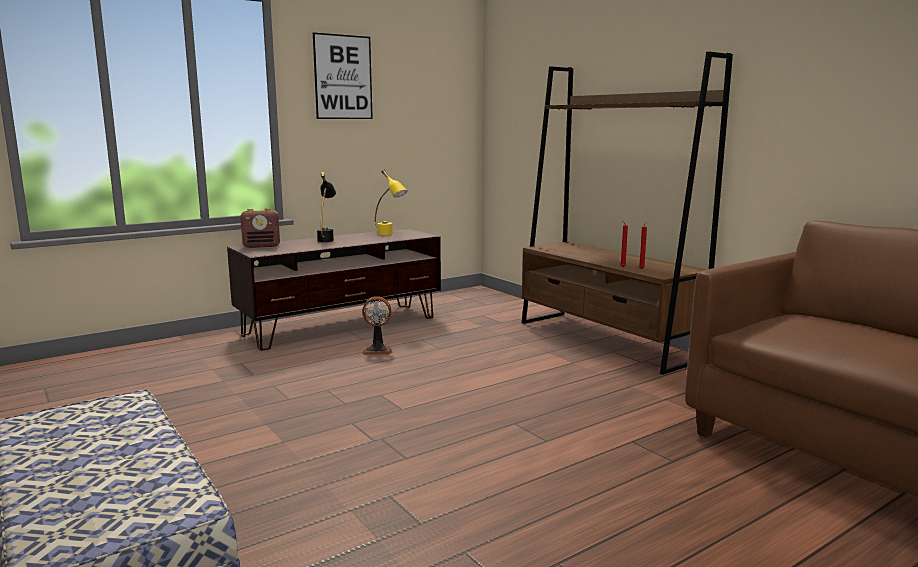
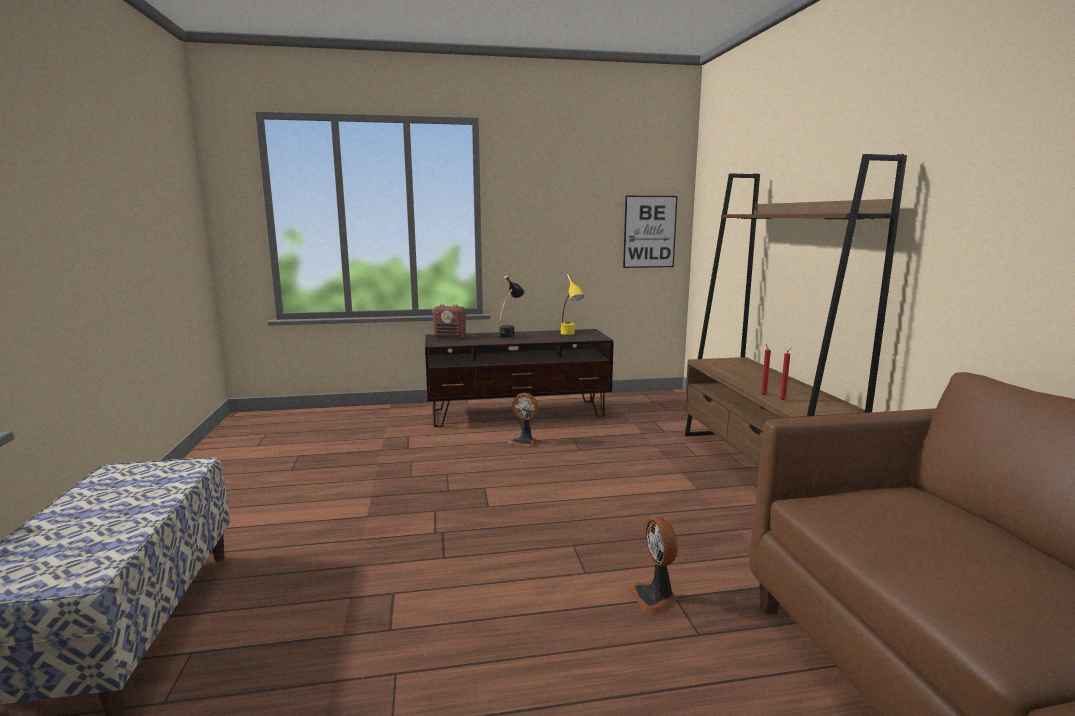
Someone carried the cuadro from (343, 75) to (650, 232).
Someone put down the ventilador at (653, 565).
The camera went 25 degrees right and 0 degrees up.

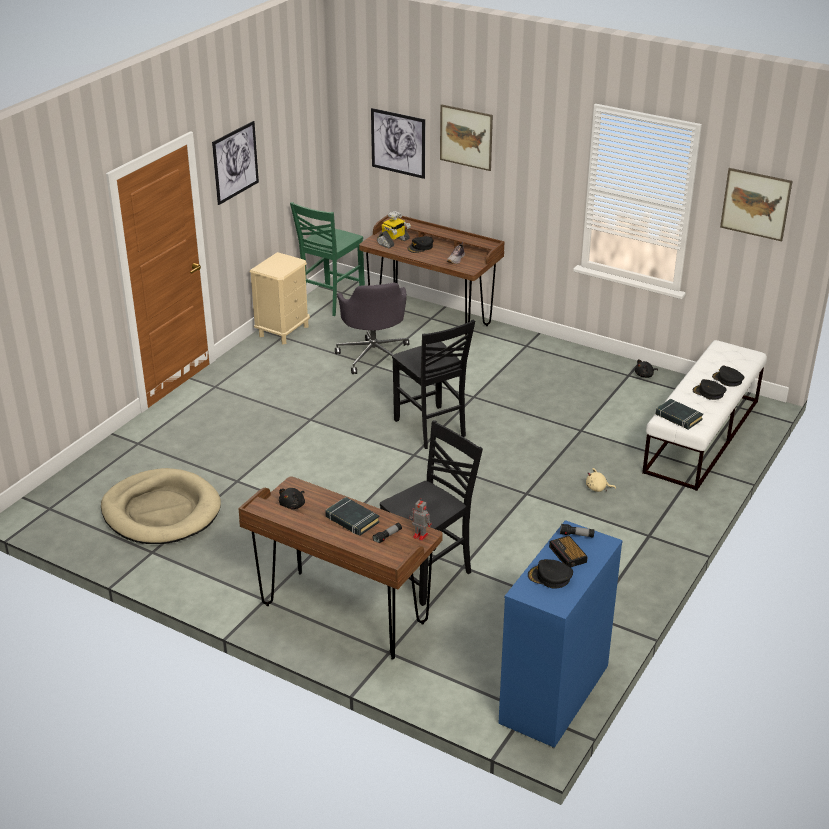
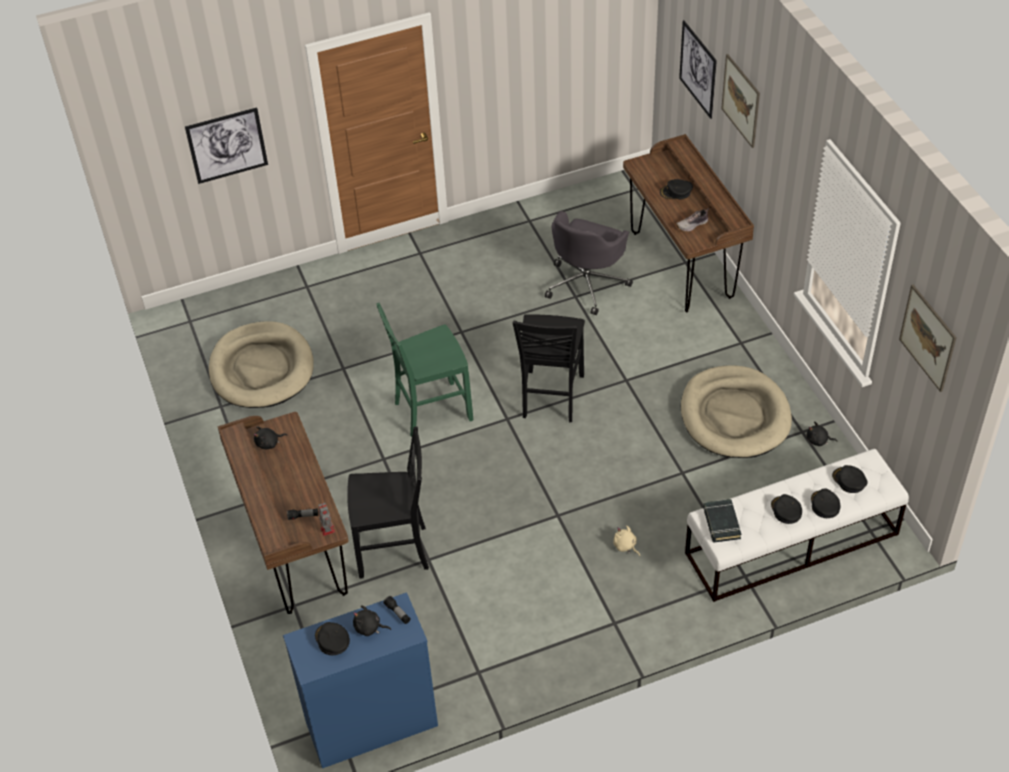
Someone carried the cuadro from (235, 163) to (226, 145).
Someone carried the silla (verde) from (327, 259) to (424, 370).
Someone took away the robot de juguete at (394, 229).
Someone took away the mesita de noche (beis) at (280, 298).
Someone took away the libro (negro) at (352, 516).
Someone swapped the despertador at (568, 551) for the peluche (negro) at (372, 621).
Someone put down the cama para perro (beis) at (736, 411).
Someone put down the gorra (negro) at (850, 479).
The camera went 40 degrees right and 15 degrees up.

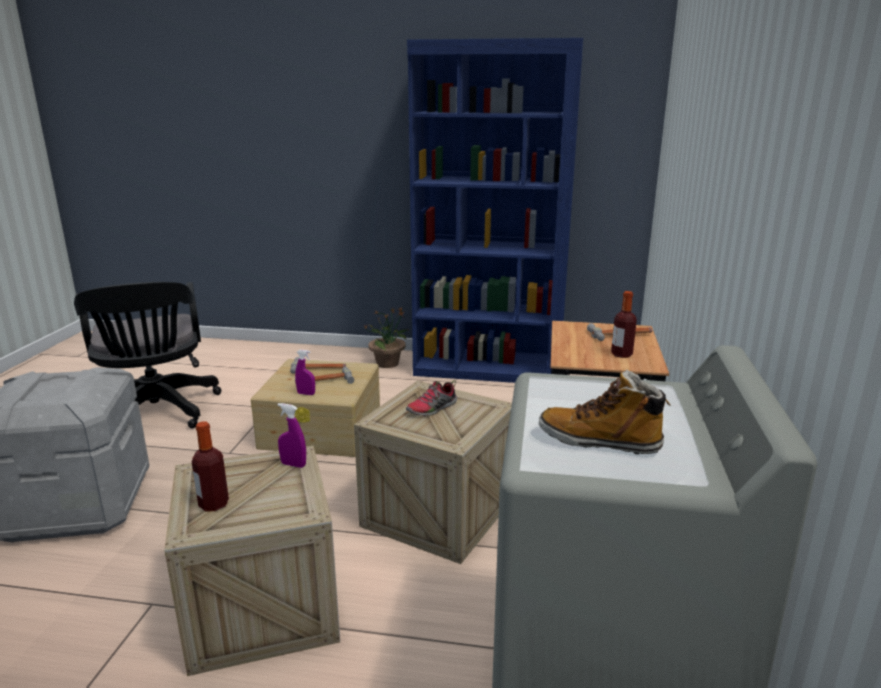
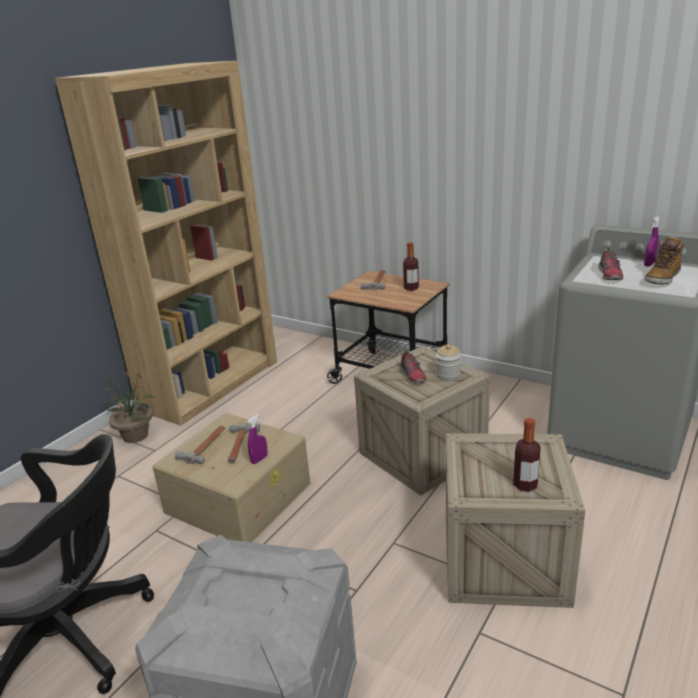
Someone repainted the estantería (azul) at (495, 210), which became the estantería (marrón) at (166, 243).
Someone carried the pulverizador (morado) from (292, 435) to (652, 241).
Someone put down the zapato at (611, 264).
Someone put down the tarro at (448, 362).
The camera went 65 degrees left and 5 degrees up.

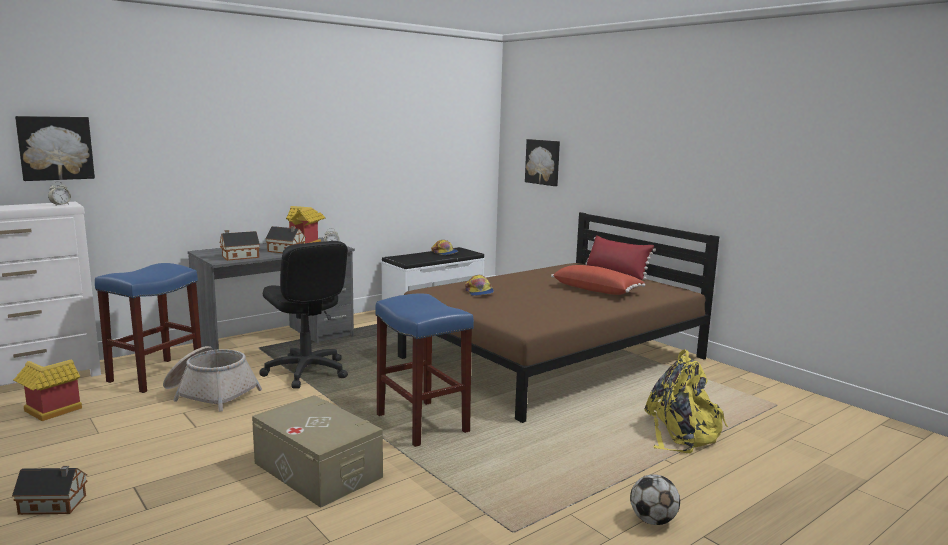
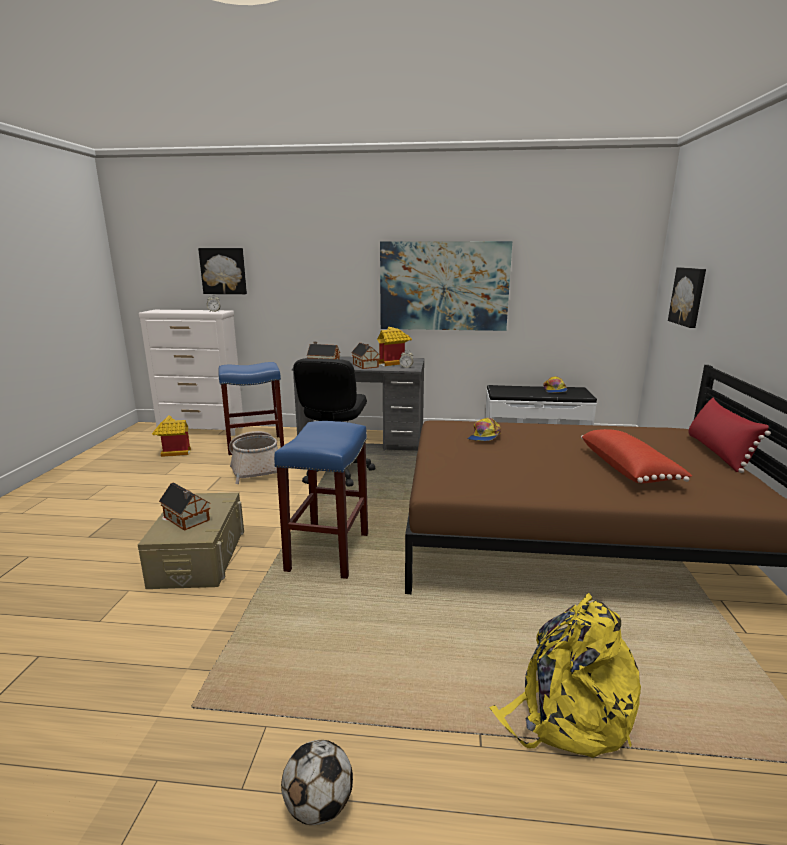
Someone carried the casita from (49, 490) to (185, 507).
Someone put up the cuadro at (446, 286).
The camera went 45 degrees right and 5 degrees up.

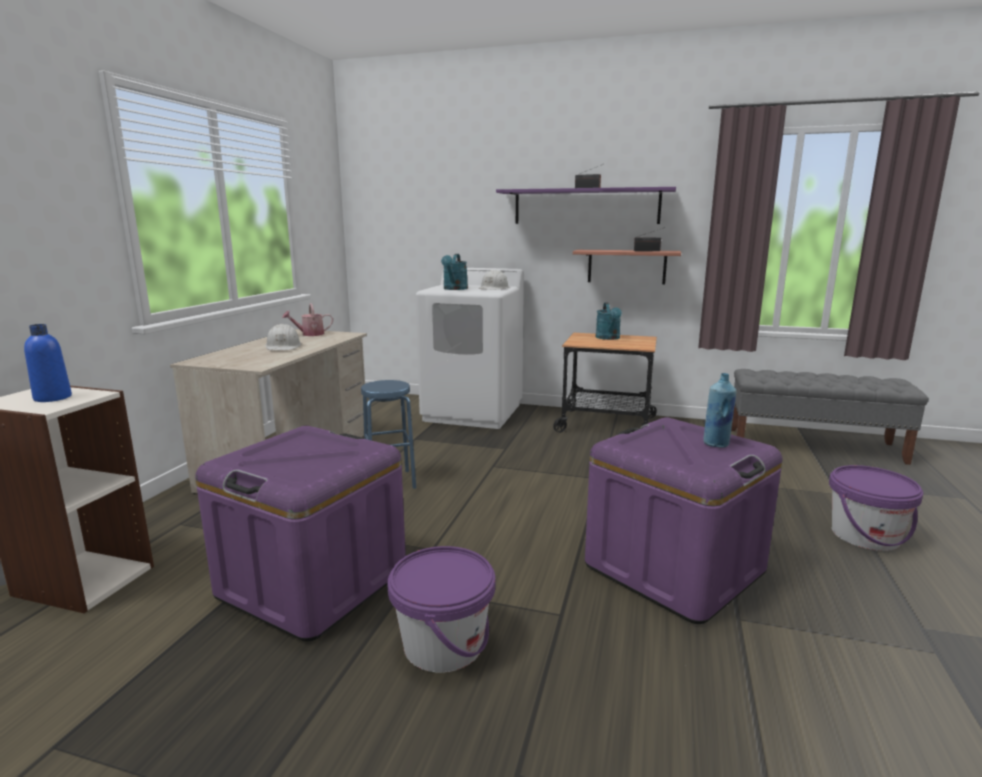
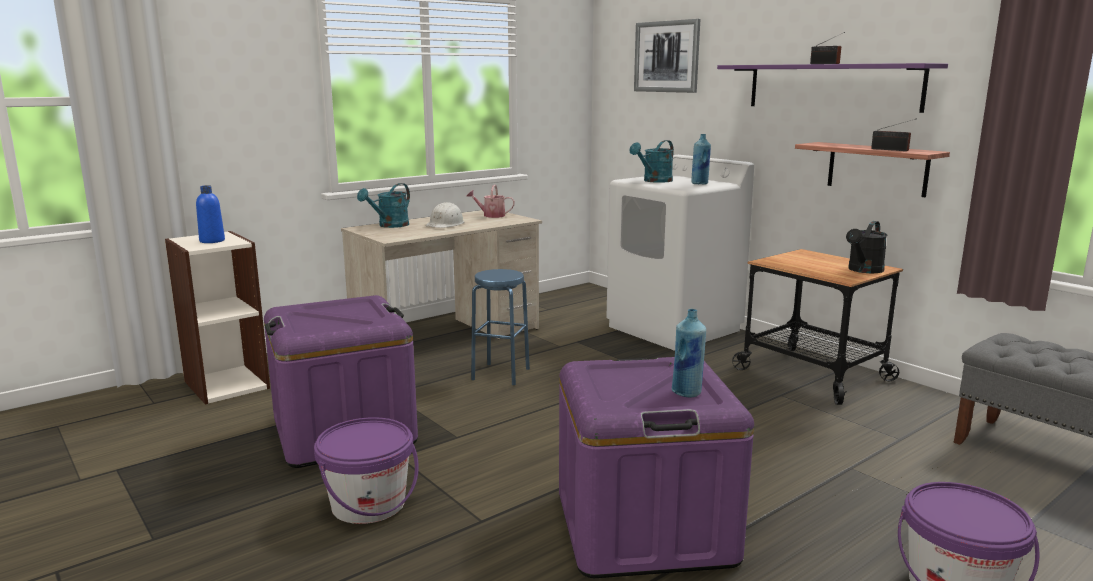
Someone swapped the casco (blanco) at (493, 280) for the botella (azul) at (701, 159).
Someone carried the regadera (turquesa) from (609, 321) to (383, 205).
Someone put up the cuadro at (667, 56).
Someone put down the regadera (negro) at (866, 247).
The camera went 35 degrees right and 0 degrees up.

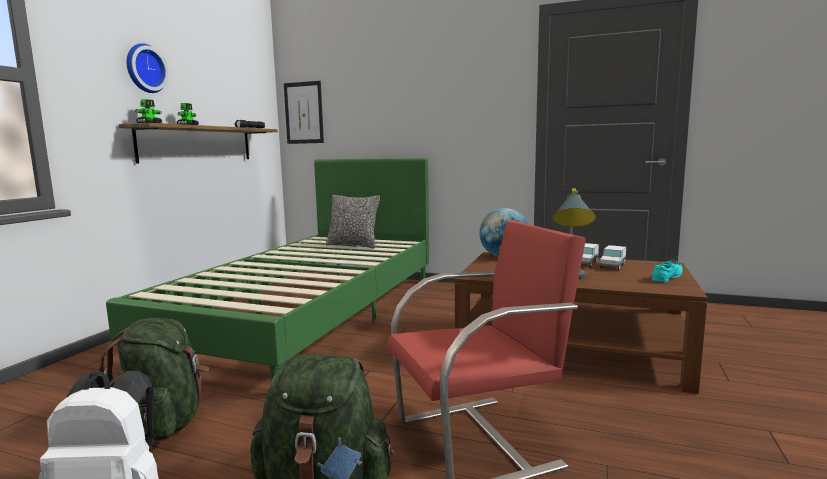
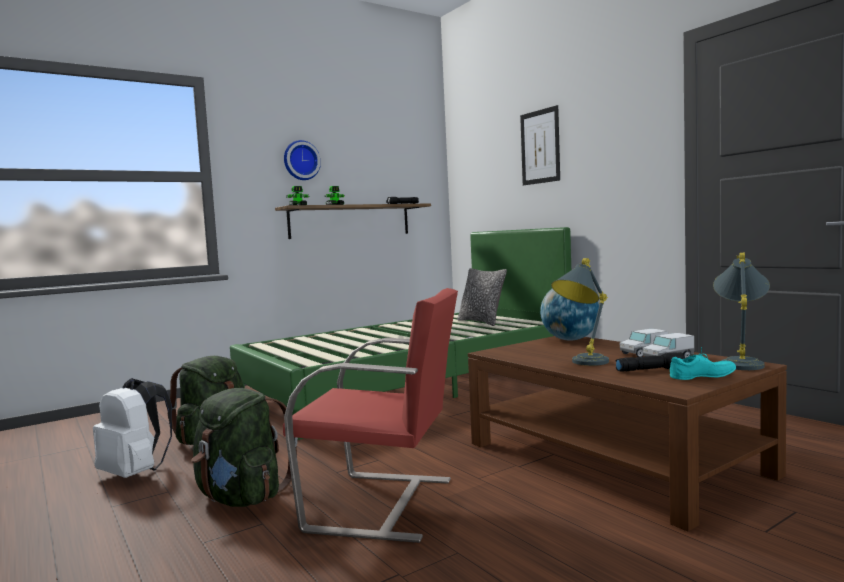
Someone carried the cuadro from (304, 112) to (540, 145).
Someone put down the lámpara de mesa (gris) at (741, 311).
Someone put down the linterna (negro) at (650, 362).
The camera went 35 degrees right and 5 degrees down.

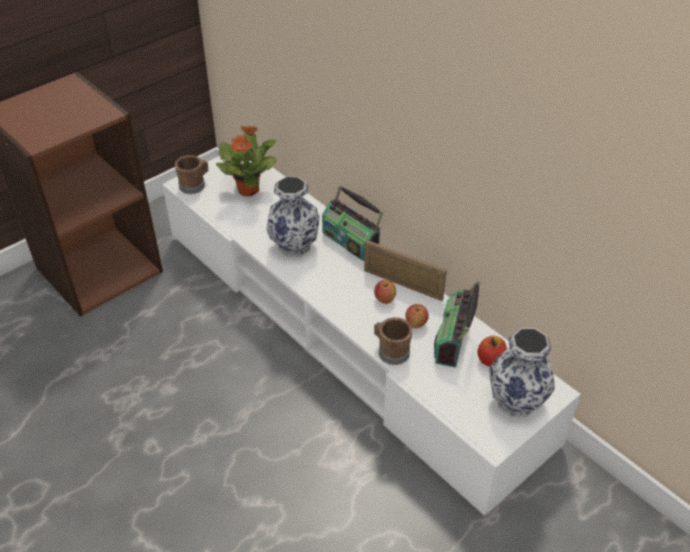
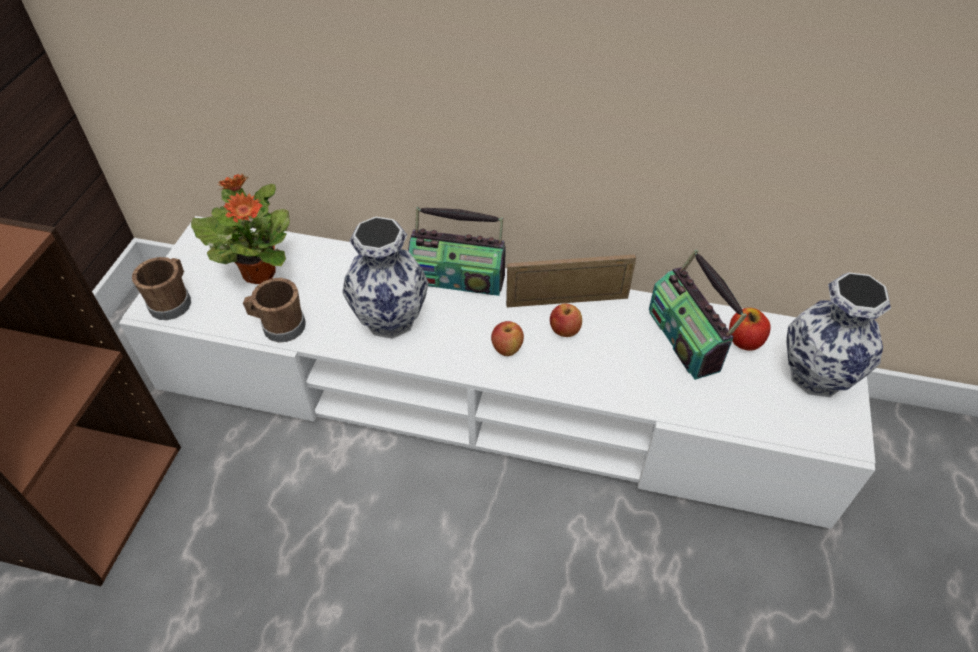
Someone carried the manzana from (417, 316) to (507, 338).
Someone carried the taza grande (marrón) from (393, 341) to (274, 310).
The camera went 35 degrees left and 5 degrees up.

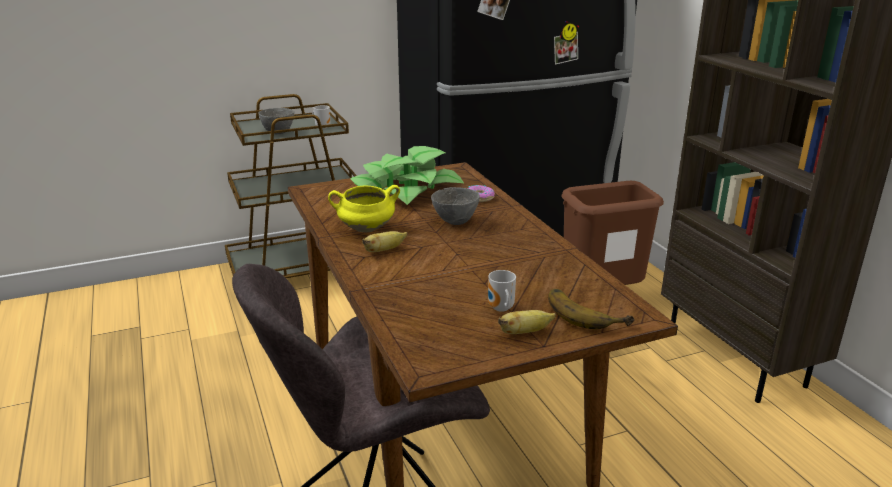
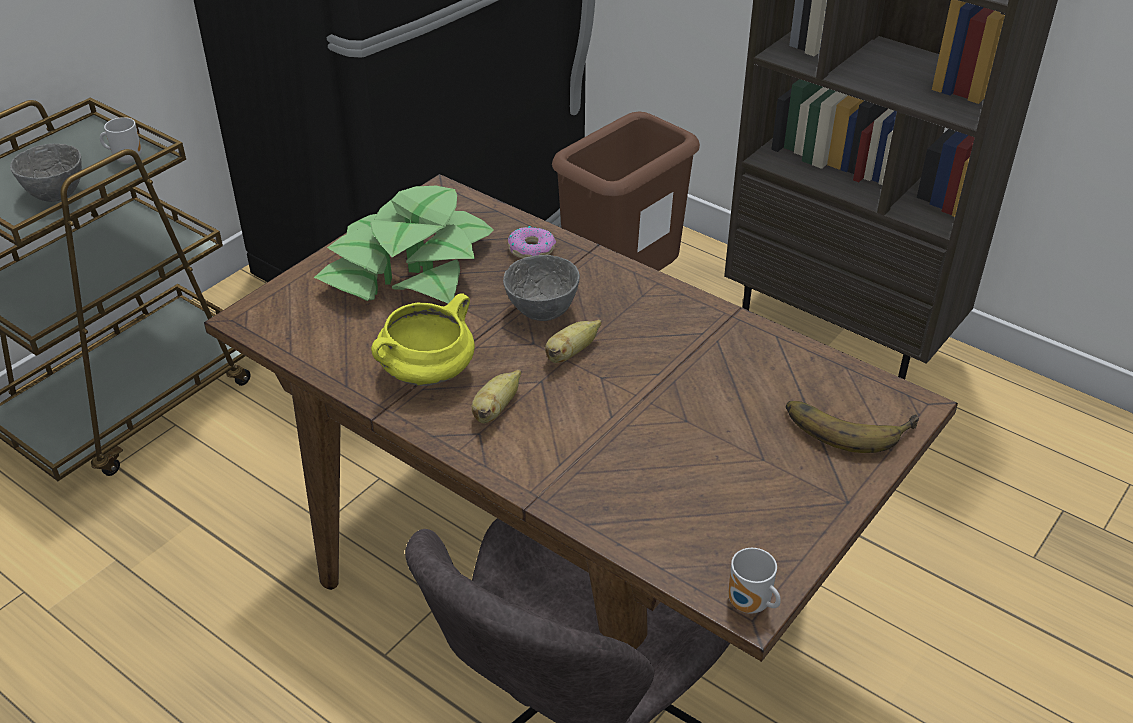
Someone carried the taza grande from (502, 291) to (754, 581).
Someone carried the plátano from (527, 322) to (573, 341).
The camera went 30 degrees left and 15 degrees up.

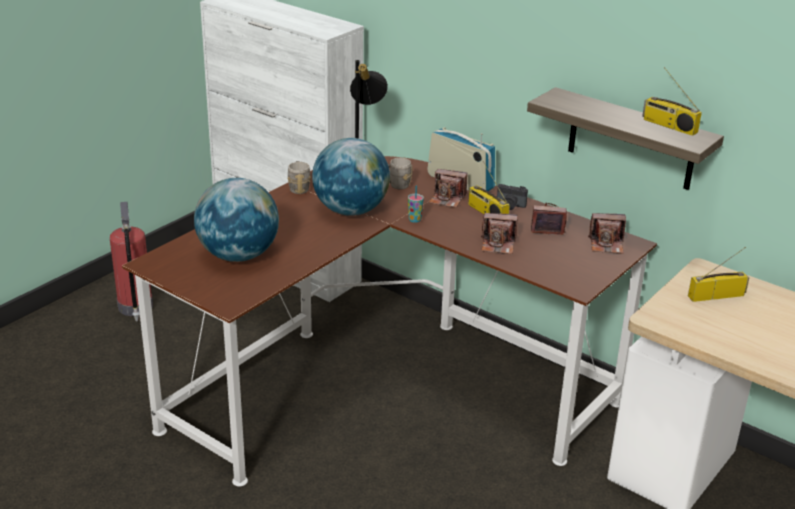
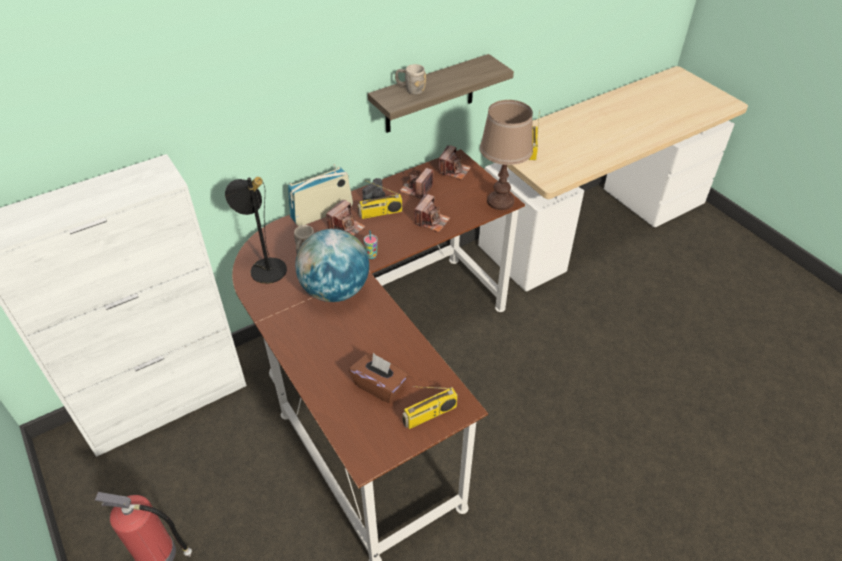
Someone carried the radio from (672, 101) to (430, 407).
Someone carried the taza grande (gris) from (299, 177) to (410, 79).
Someone swapped the globo terráqueo at (236, 220) for the caja de pañuelos (marrón) at (379, 378).
Someone put down the lámpara de mesa (marrón) at (506, 155).
The camera went 70 degrees left and 15 degrees up.

